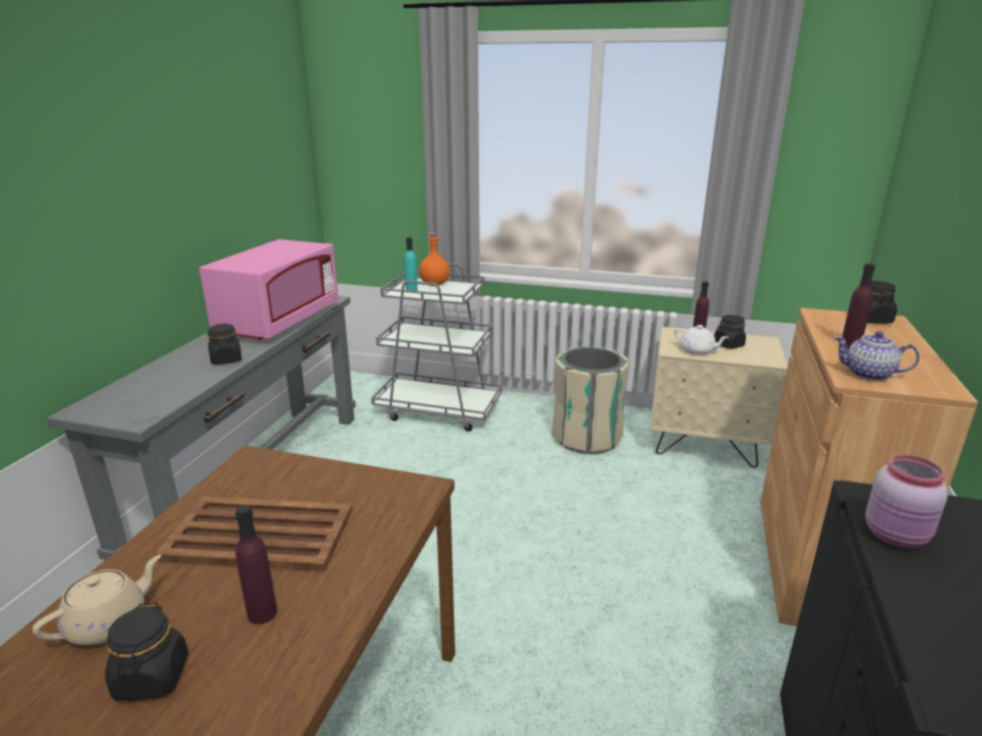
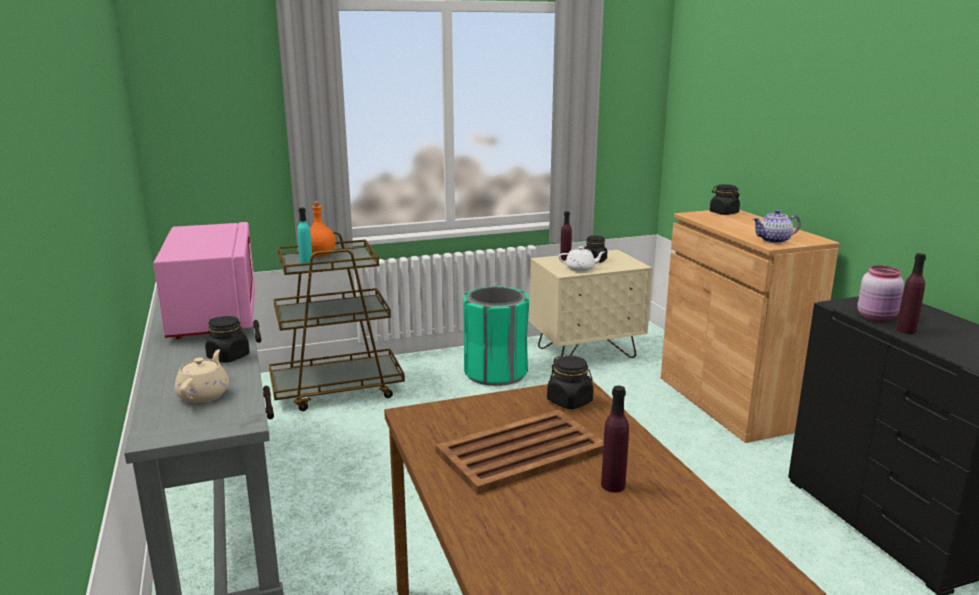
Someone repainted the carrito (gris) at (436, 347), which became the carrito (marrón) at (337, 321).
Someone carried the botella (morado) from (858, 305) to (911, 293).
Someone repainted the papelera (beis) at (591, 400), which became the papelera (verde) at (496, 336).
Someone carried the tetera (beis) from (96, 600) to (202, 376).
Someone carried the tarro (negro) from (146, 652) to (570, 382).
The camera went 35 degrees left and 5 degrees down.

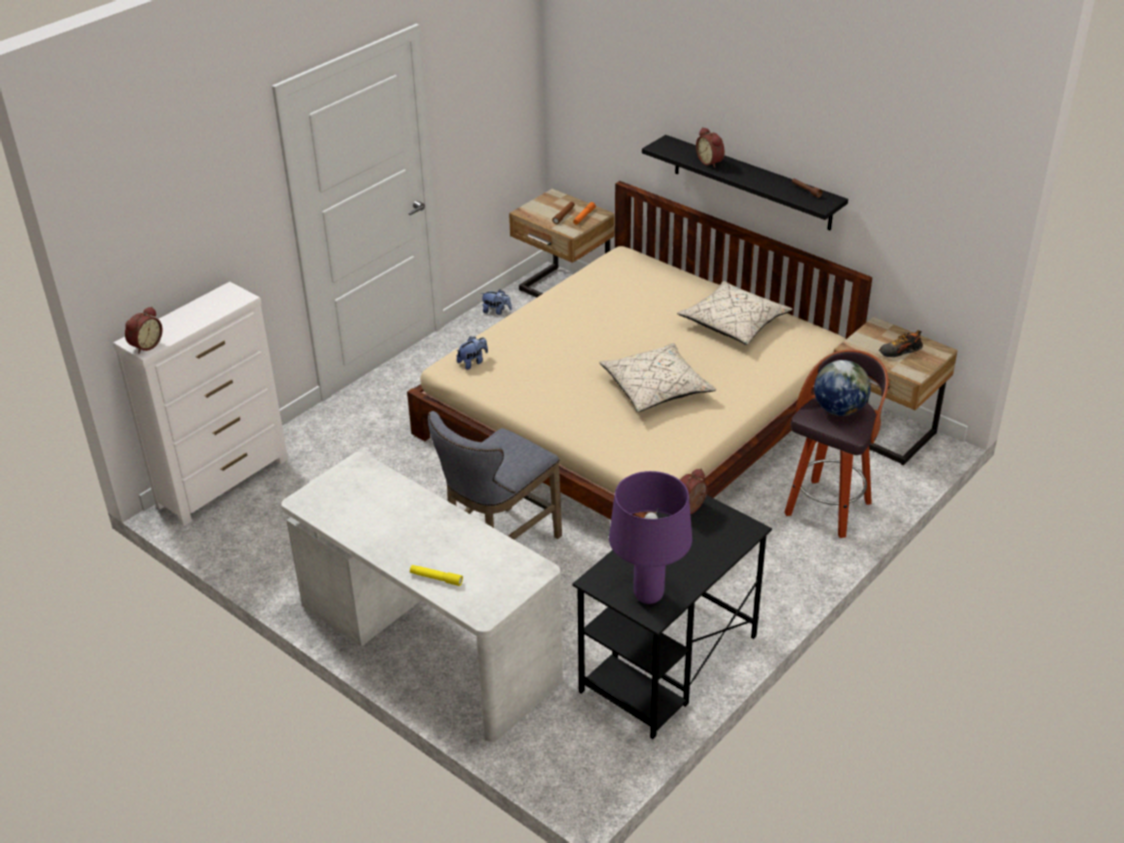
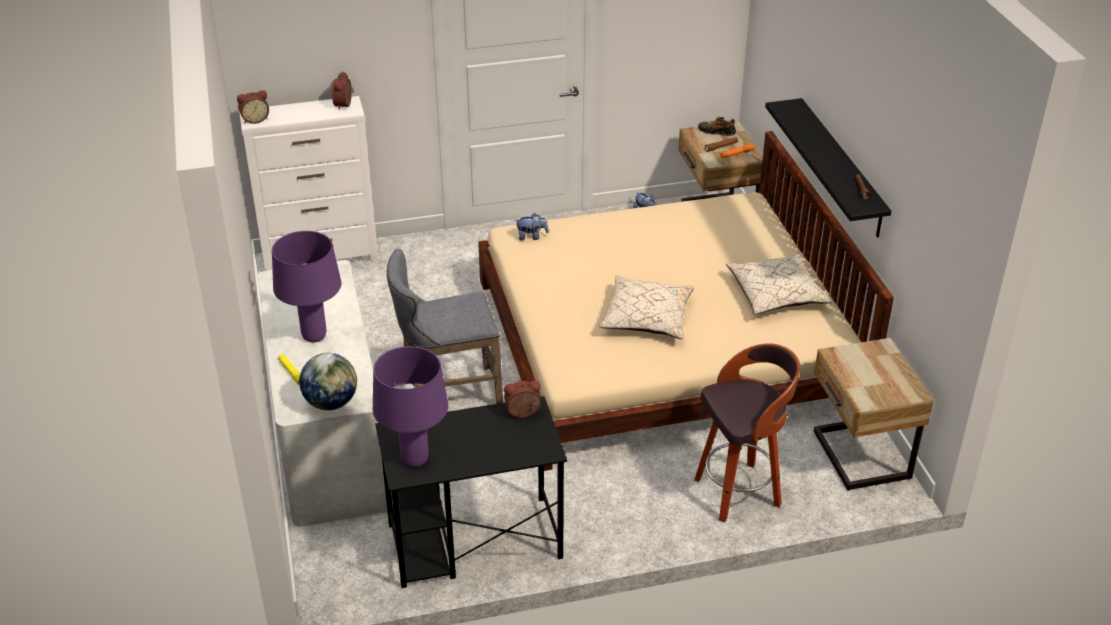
Someone carried the despertador from (710, 147) to (343, 90).
Someone carried the zapato from (901, 343) to (717, 126).
Someone carried the globo terráqueo from (842, 388) to (328, 381).
Someone put down the lámpara de mesa (morado) at (306, 286).
The camera went 35 degrees right and 0 degrees up.

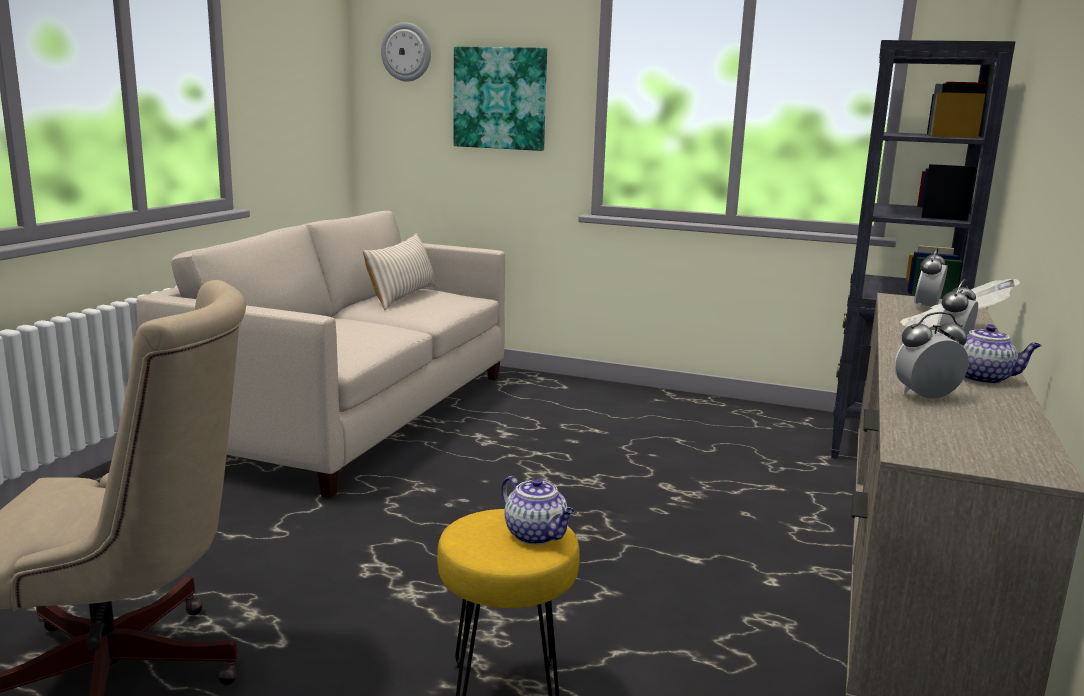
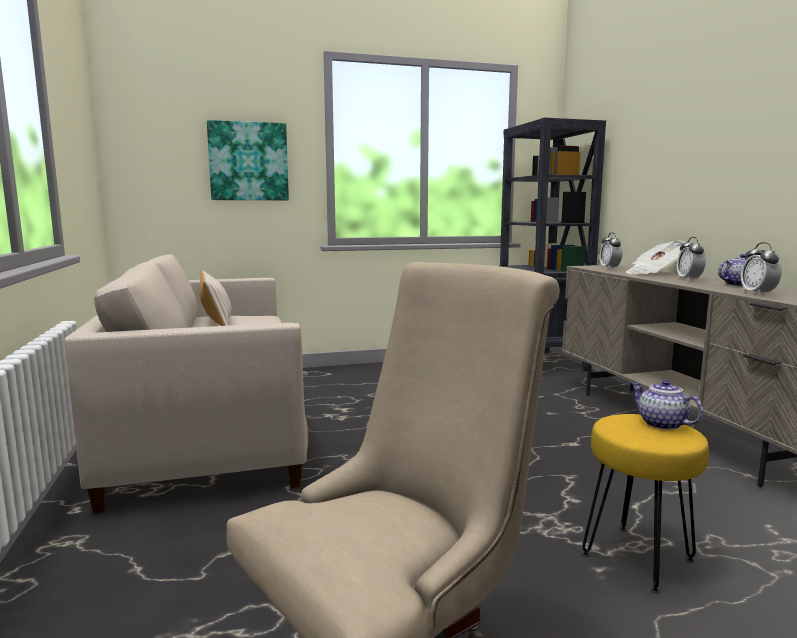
Someone took away the reloj de pared at (406, 52).
Someone rotated the despertador at (931, 356) by 45 degrees counterclockwise.
Someone rotated the tetera at (538, 510) by 135 degrees counterclockwise.
The camera went 35 degrees left and 5 degrees down.

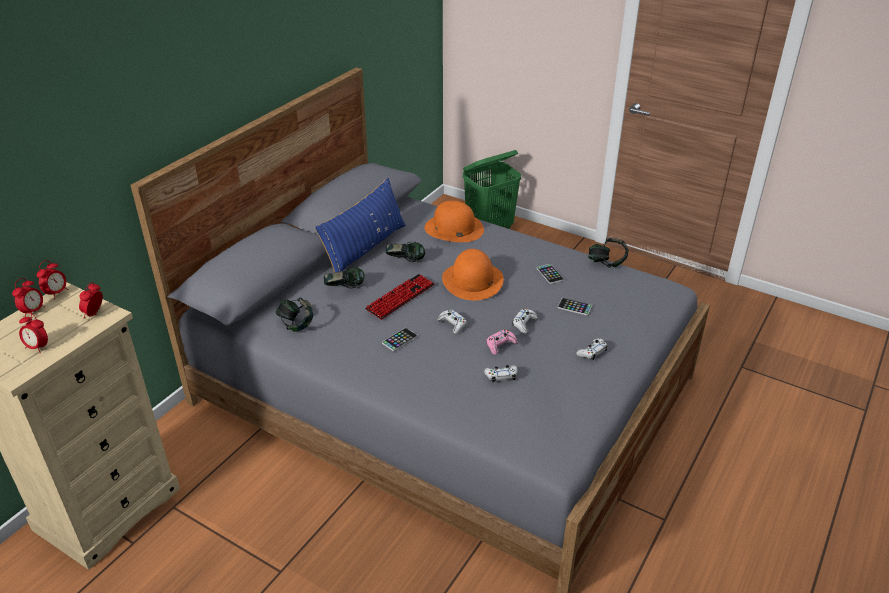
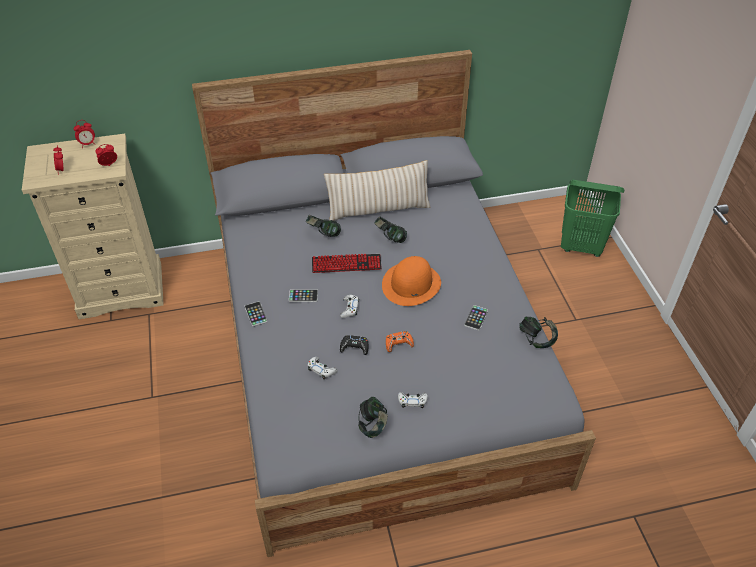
Someone repainted the cojín (azul) at (360, 225), which became the cojín (beis) at (377, 190).
Someone took away the sombrero (naranja) at (454, 221).
Someone took away the despertador at (52, 279).
Someone carried the auriculares from (295, 315) to (373, 417).
Someone carried the móvil from (575, 307) to (256, 314).
Someone repainted the mando de consola (blanco) at (525, 321), which became the mando de consola (naranja) at (400, 341).
Someone repainted the mando de consola (rosa) at (502, 342), which became the mando de consola (negro) at (354, 345).
The camera went 45 degrees right and 10 degrees up.

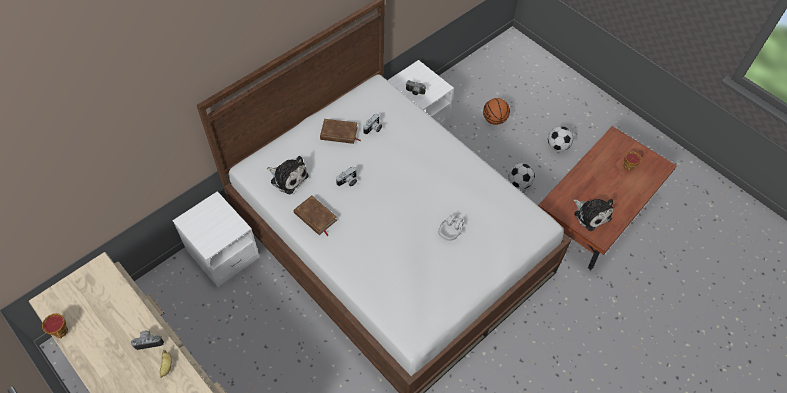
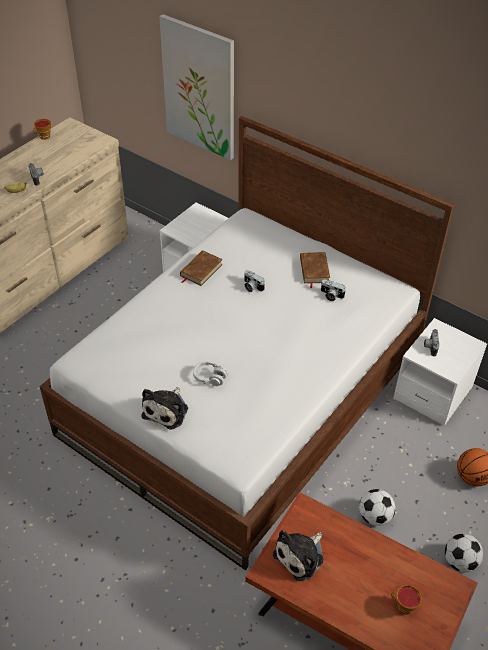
Someone carried the peluche from (288, 175) to (164, 408).
Someone put up the cuadro at (196, 87).
The camera went 80 degrees right and 10 degrees down.

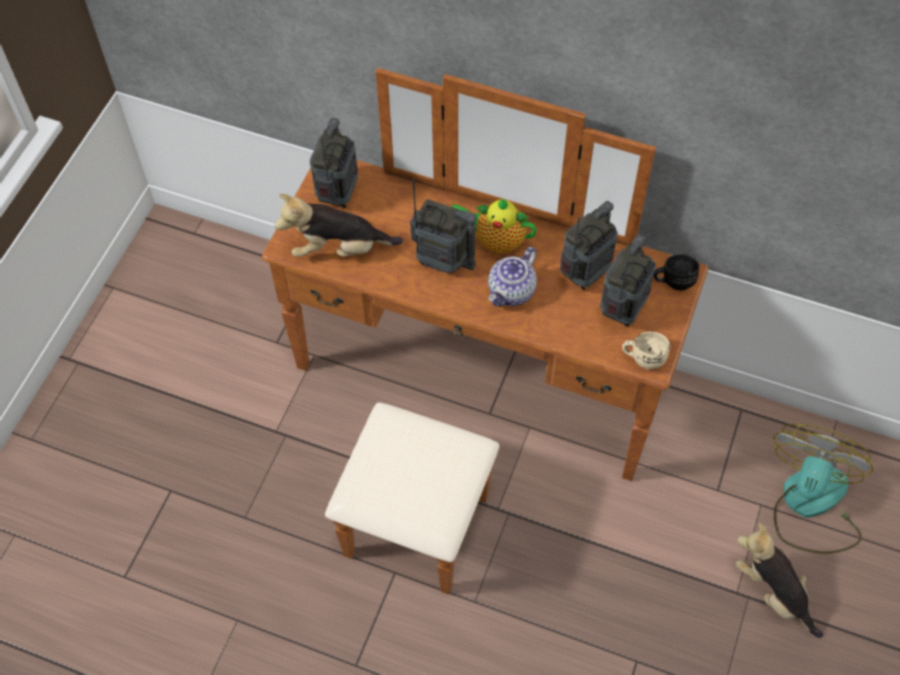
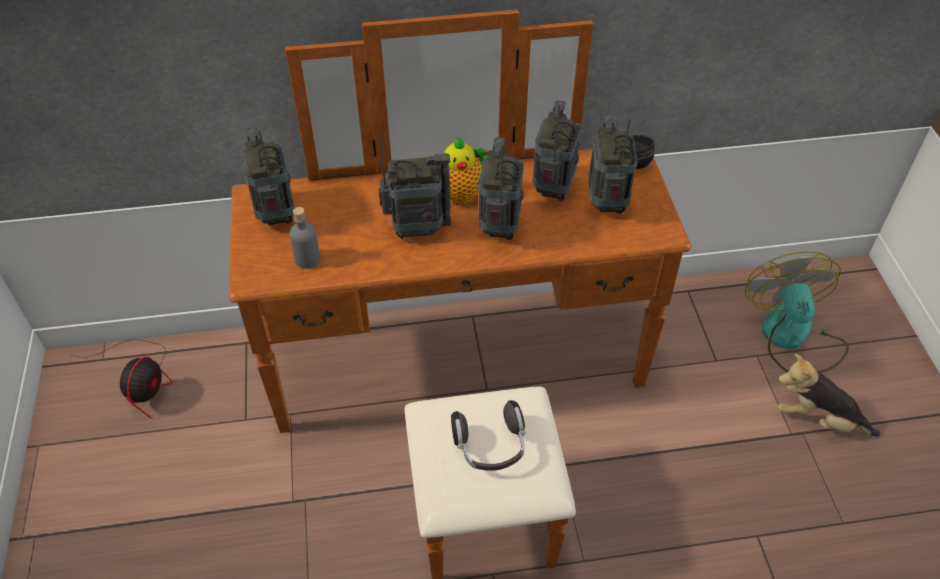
Someone swapped the peluche at (339, 225) for the botella (gris) at (305, 238).
Someone swapped the tetera at (512, 277) for the radio at (501, 188).
Someone took away the taza grande (beis) at (646, 350).
Someone put down the ventilador at (122, 378).
Someone put down the auriculares at (488, 435).
The camera went 30 degrees left and 10 degrees down.

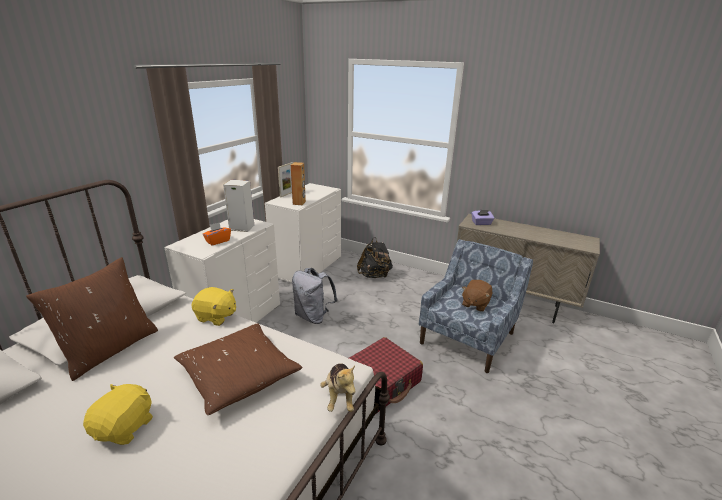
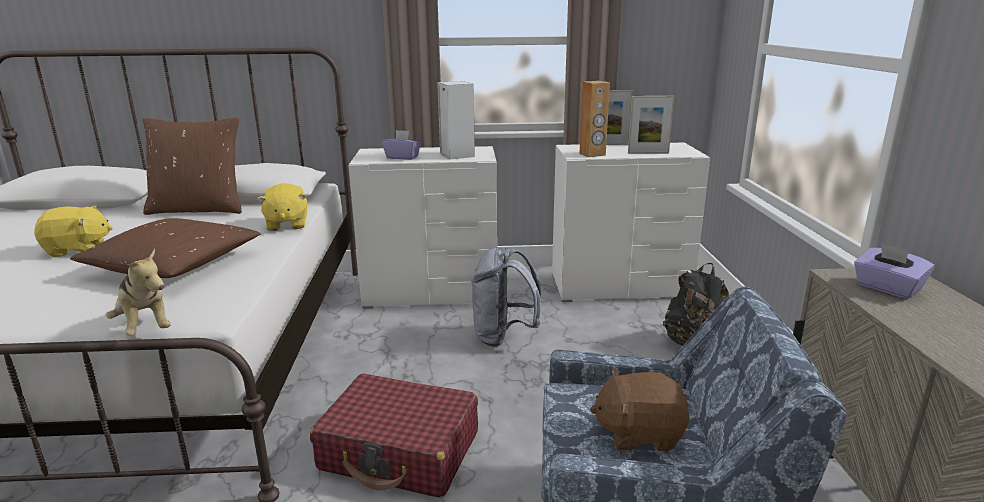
Someone repainted the caja de pañuelos (naranja) at (216, 234), which became the caja de pañuelos (morado) at (401, 145).
Someone rotated the peluche at (337, 387) by 90 degrees counterclockwise.
Someone put down the portarretratos at (651, 125).
The camera went 60 degrees right and 5 degrees down.

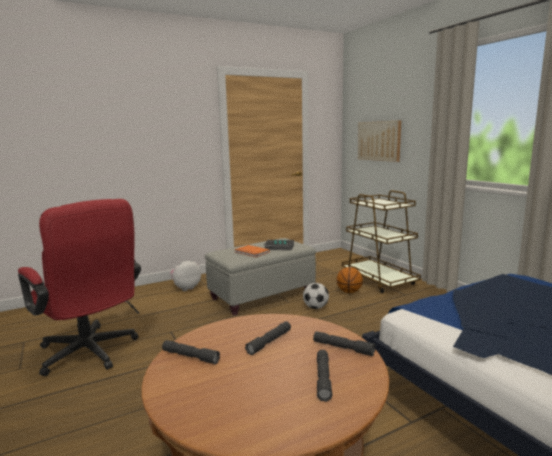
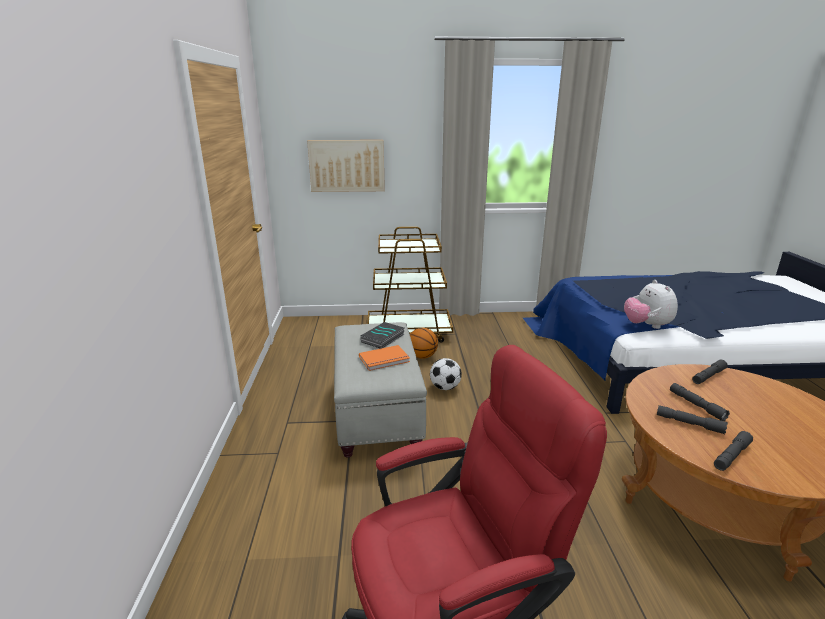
Someone carried the peluche from (185, 275) to (651, 304).
Someone carried the linterna (gris) from (324, 376) to (692, 419).
The camera went 65 degrees left and 10 degrees up.

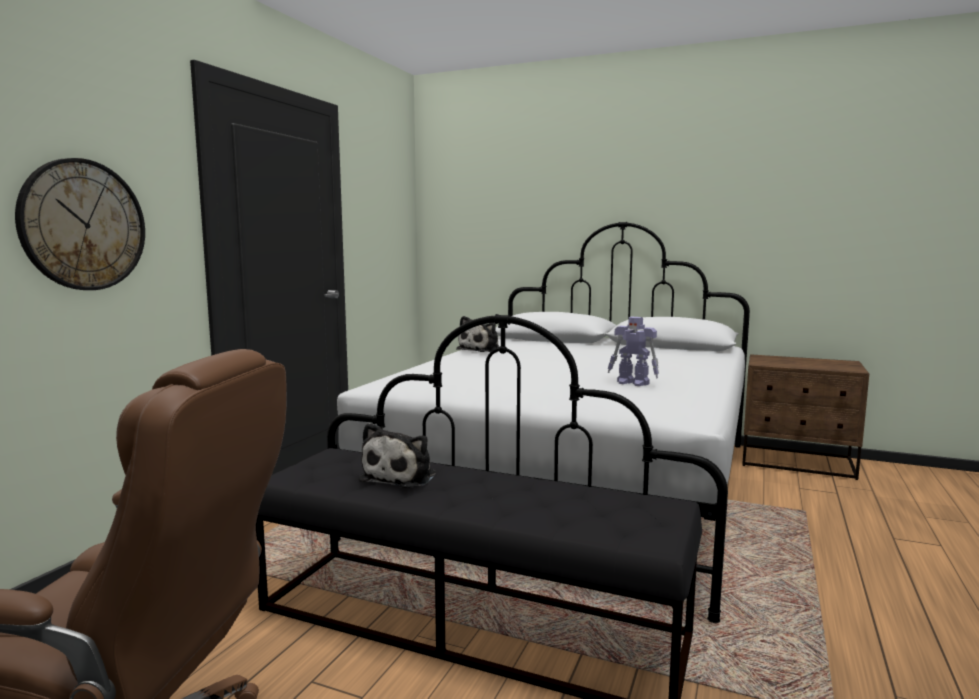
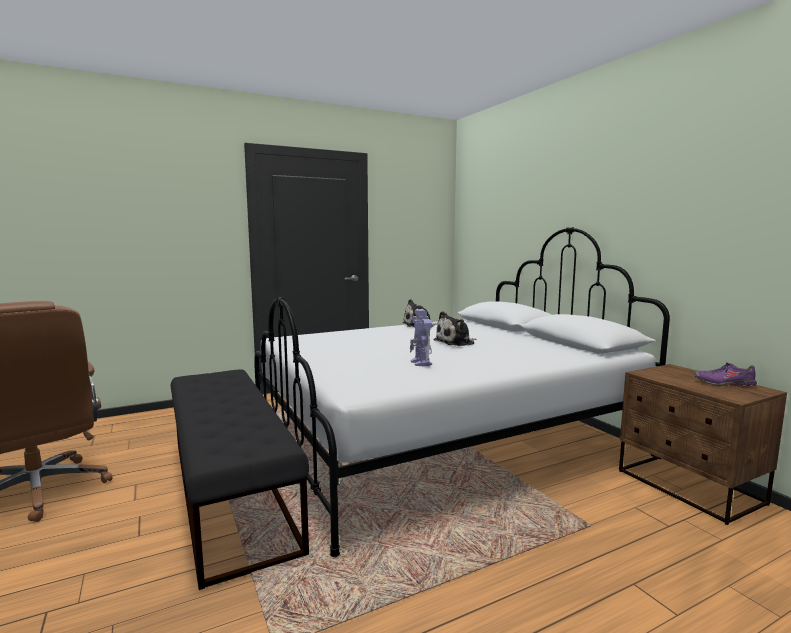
Someone took away the reloj de pared at (80, 224).
Someone carried the peluche from (397, 455) to (455, 328).
Someone put down the zapato (morado) at (725, 375).
The camera went 40 degrees right and 0 degrees up.

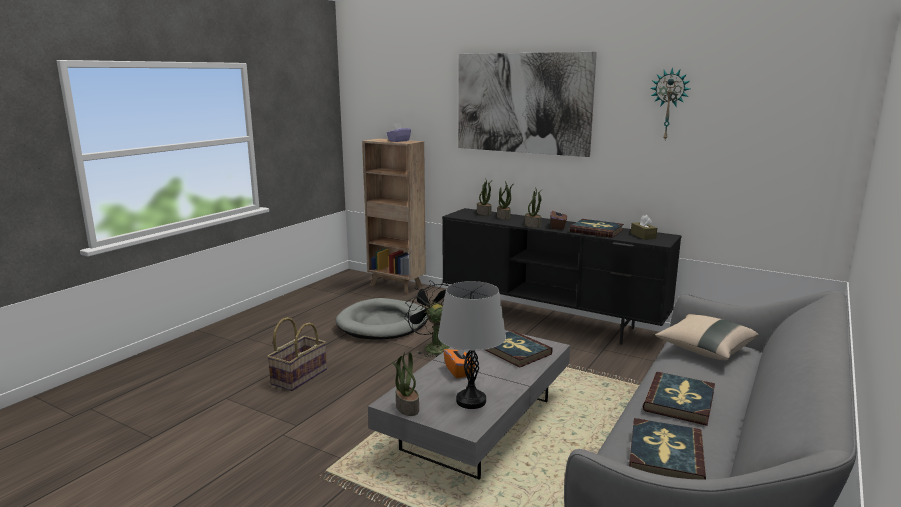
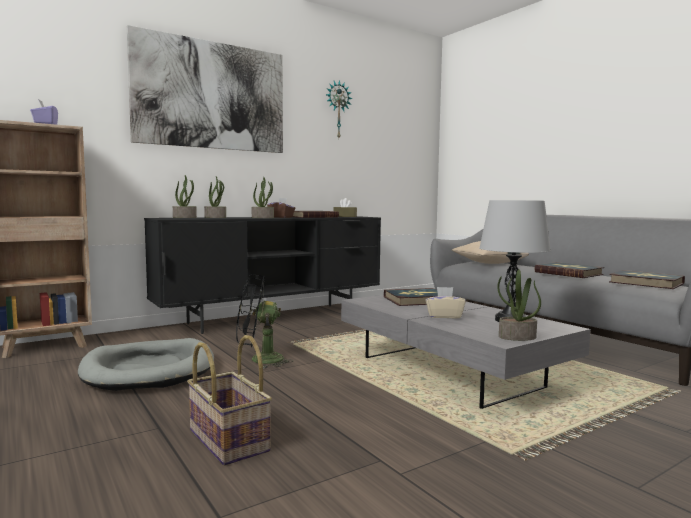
Someone repainted the caja de pañuelos (naranja) at (459, 363), which became the caja de pañuelos (beis) at (445, 303).
The camera went 65 degrees left and 10 degrees down.

